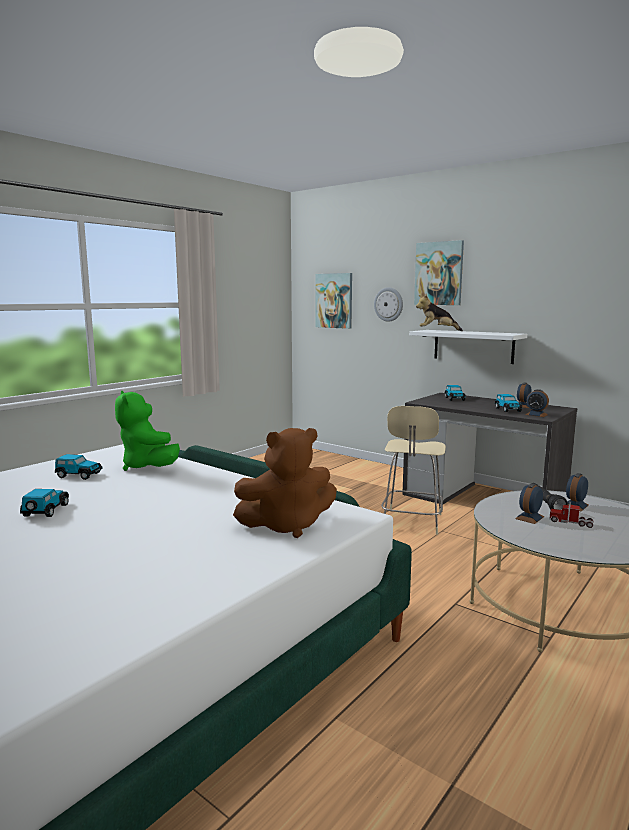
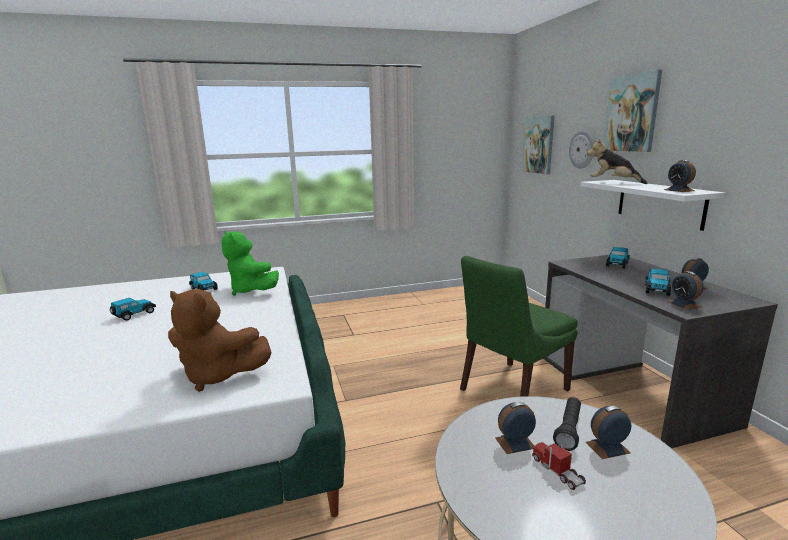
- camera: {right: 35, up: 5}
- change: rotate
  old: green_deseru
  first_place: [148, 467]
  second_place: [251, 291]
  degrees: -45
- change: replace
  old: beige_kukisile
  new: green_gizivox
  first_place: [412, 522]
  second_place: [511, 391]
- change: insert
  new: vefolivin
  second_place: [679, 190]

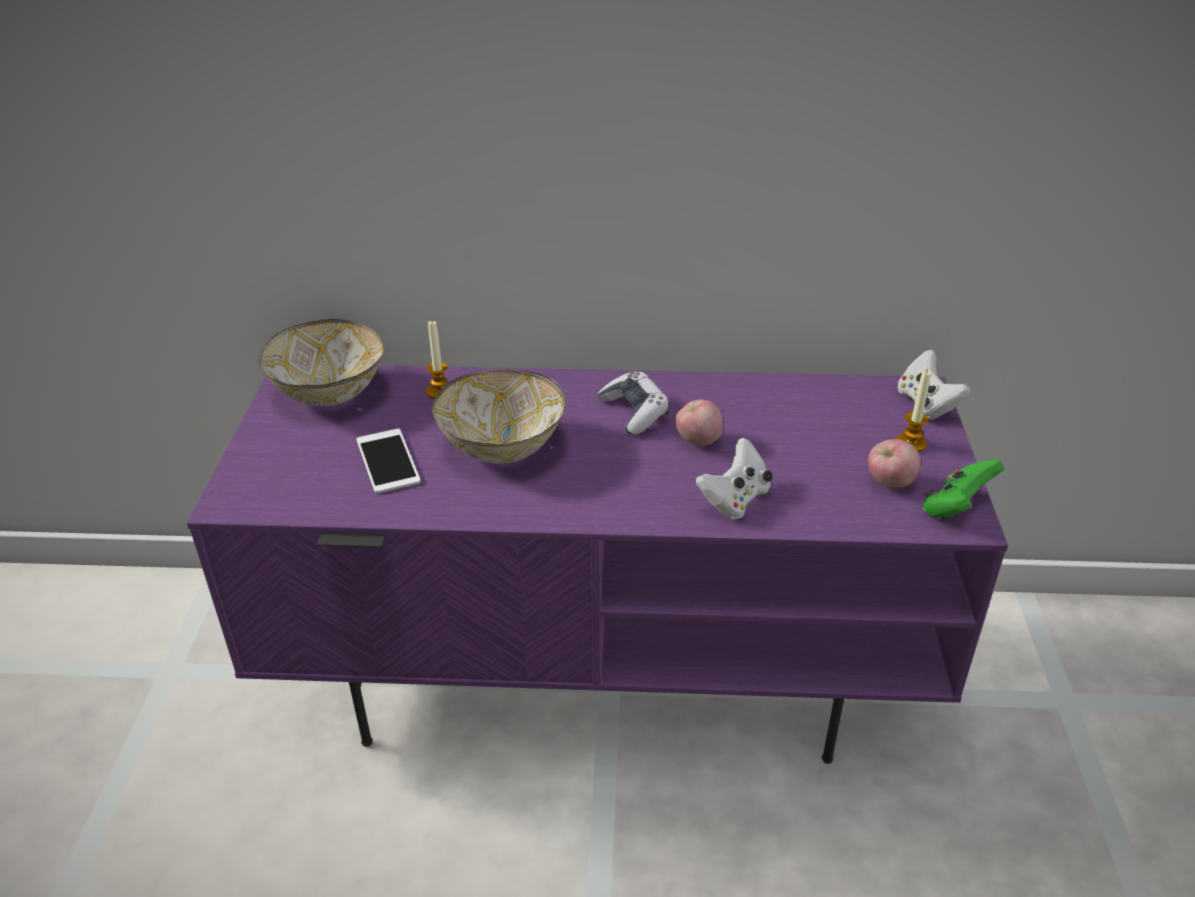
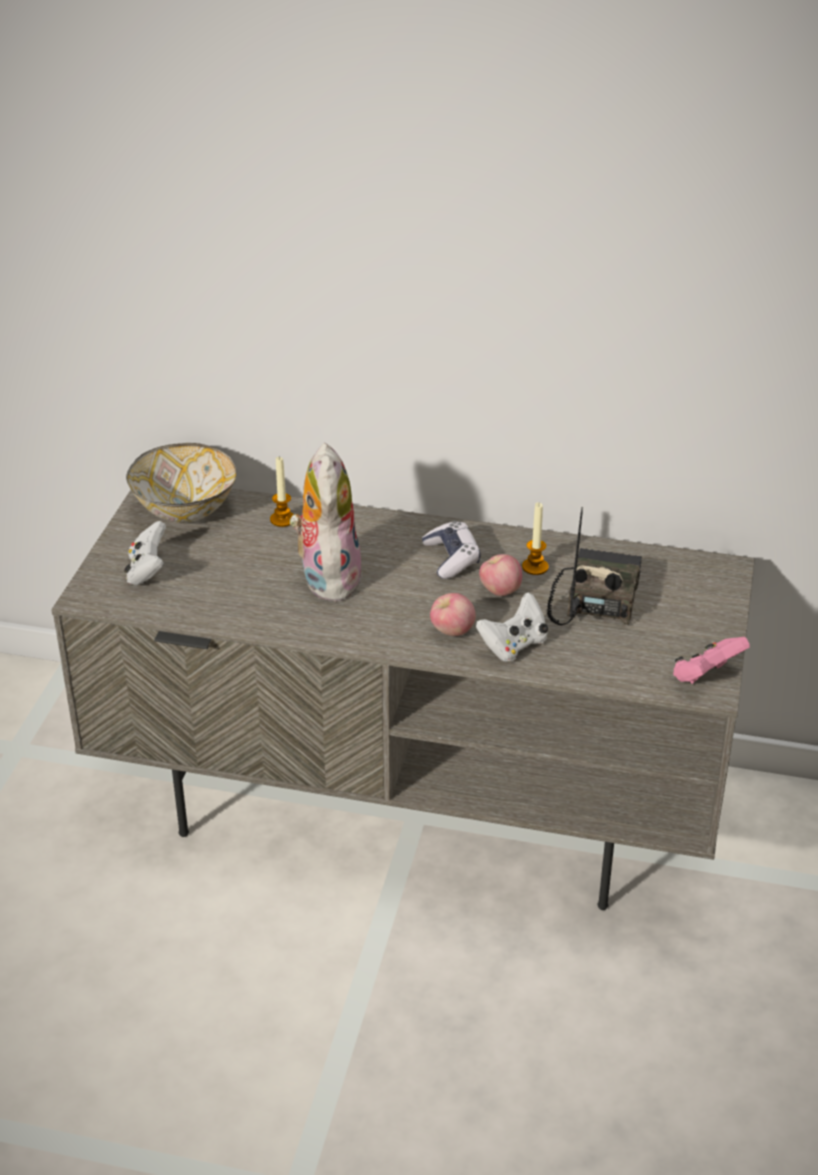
- camera: {right: 10, up: 0}
- change: move
  old: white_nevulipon
  first_place: [926, 404]
  second_place: [147, 571]
- change: recolor
  old: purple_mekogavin
  new: grey_mekogavin
  first_place: [603, 669]
  second_place: [414, 801]
- change: move
  old: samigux
  first_place: [911, 443]
  second_place: [535, 567]
- change: replace
  old: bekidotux
  new: deseru
  first_place: [504, 447]
  second_place: [327, 576]
- change: delete
  old: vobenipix
  first_place: [388, 461]
- change: move
  old: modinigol
  first_place: [890, 483]
  second_place: [452, 631]
- change: recolor
  old: green_nevulipon
  new: pink_nevulipon
  first_place: [955, 508]
  second_place: [706, 676]
- change: insert
  new: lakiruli
  second_place: [594, 598]

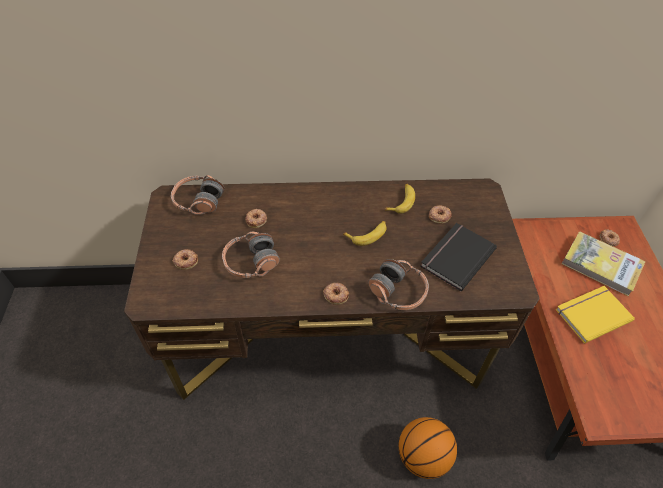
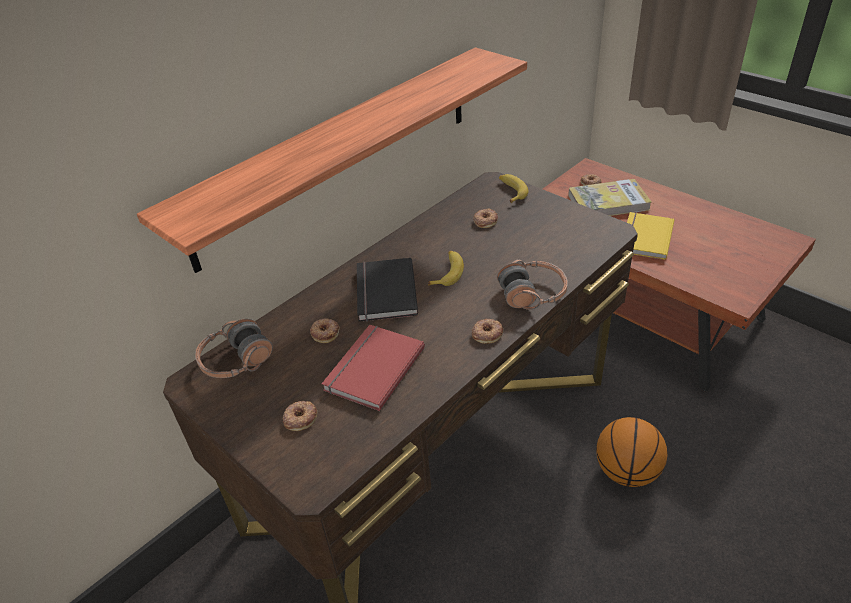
- camera: {right: -40, up: -10}
- change: move
  old: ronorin
  first_place: [401, 201]
  second_place: [511, 191]
- change: move
  old: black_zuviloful
  first_place: [455, 257]
  second_place: [383, 292]
- change: replace
  old: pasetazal
  new: red_zuviloful
  first_place: [251, 262]
  second_place: [372, 368]
- change: insert
  new: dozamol
  second_place: [339, 152]

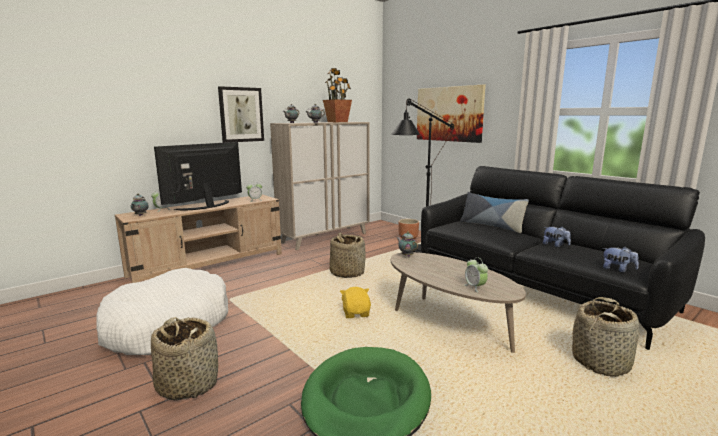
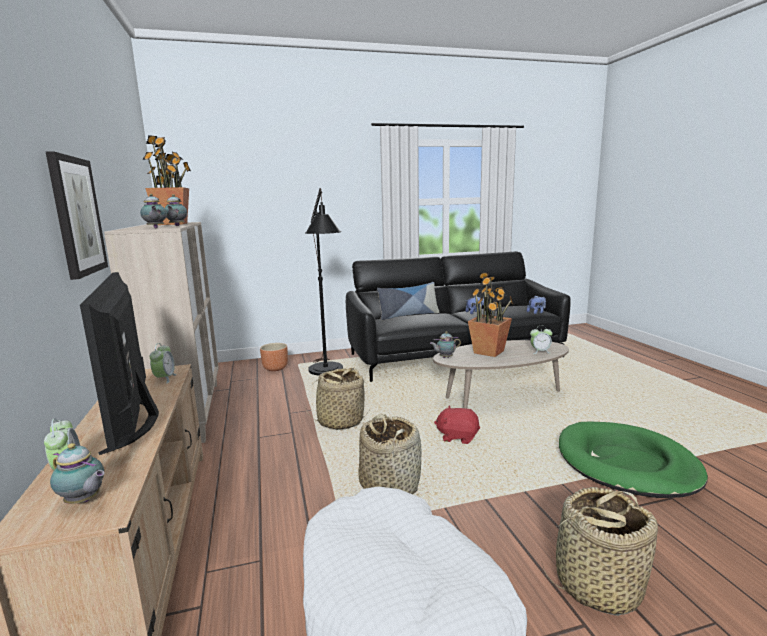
- camera: {right: -65, up: 0}
- change: delete
  old: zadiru
  first_place: [449, 114]
- change: recolor
  old: yellow_deseru
  new: red_deseru
  first_place: [356, 313]
  second_place: [457, 437]
- change: move
  old: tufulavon
  first_place: [601, 362]
  second_place: [390, 484]
- change: insert
  new: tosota
  second_place: [489, 352]

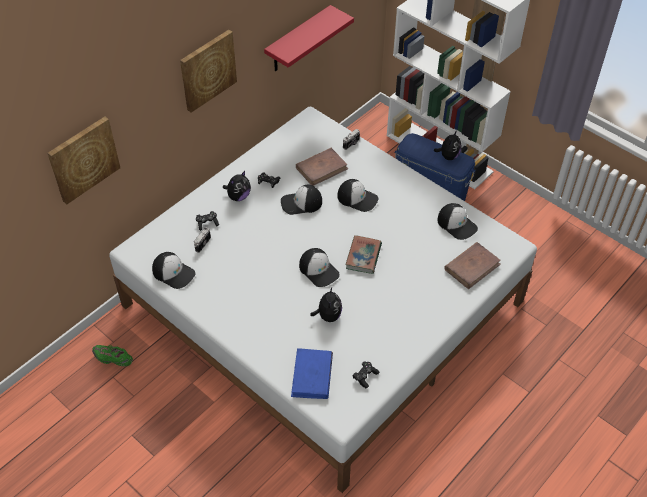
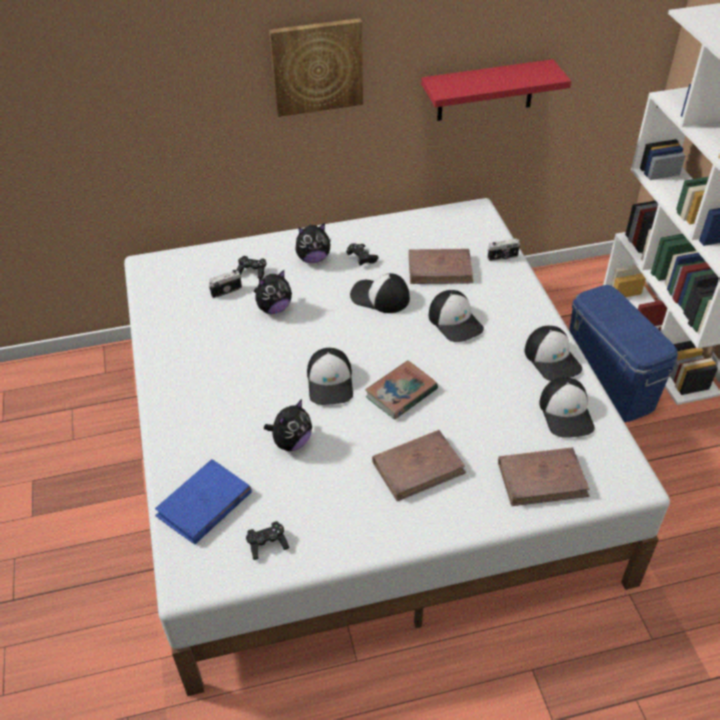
- camera: {right: 35, up: -5}
- change: delete
  old: zadiru
  first_place: [83, 159]
- change: move
  old: deseru
  first_place: [448, 156]
  second_place: [274, 308]
- change: move
  old: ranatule
  first_place: [173, 273]
  second_place: [552, 359]
- change: delete
  old: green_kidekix
  first_place: [113, 358]
- change: insert
  new: brown_zuviloful
  second_place: [418, 467]

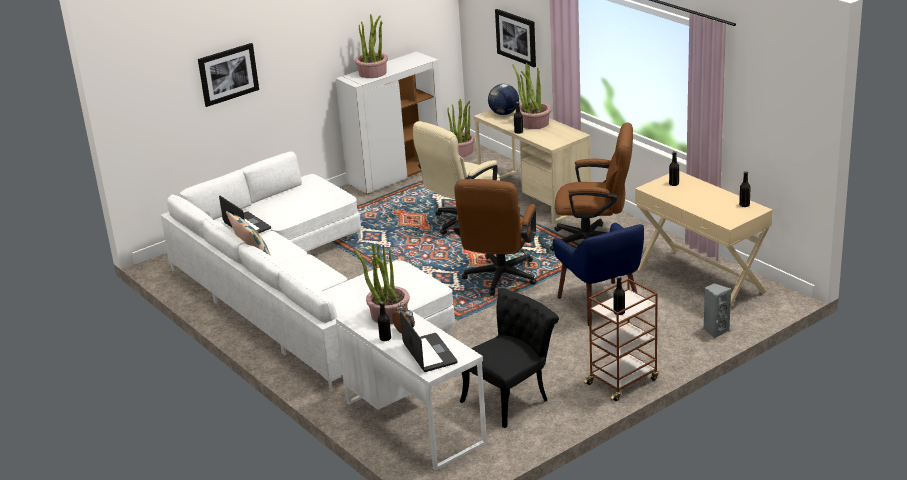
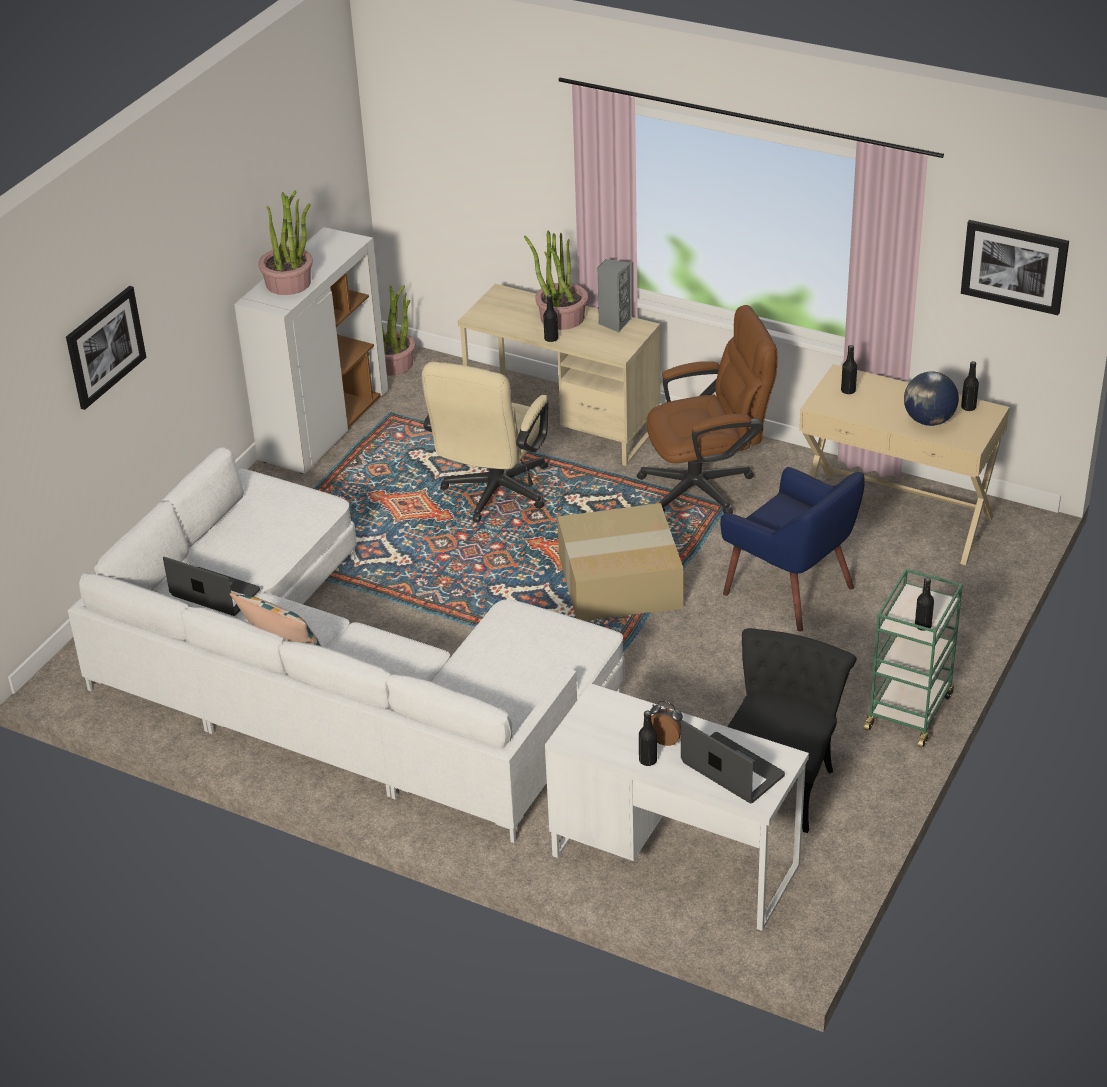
- camera: {right: -25, up: 10}
- change: move
  old: zadiru
  first_place: [516, 37]
  second_place: [1014, 266]
- change: move
  old: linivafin
  first_place: [504, 114]
  second_place: [929, 421]
- change: replace
  old: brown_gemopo
  new: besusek
  first_place: [499, 280]
  second_place: [618, 583]
- change: delete
  old: tosota
  first_place: [388, 314]
- change: recolor
  old: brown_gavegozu
  new: green_gavegozu
  first_place: [622, 381]
  second_place: [909, 711]
- change: move
  old: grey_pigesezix
  first_place: [715, 331]
  second_place: [614, 323]

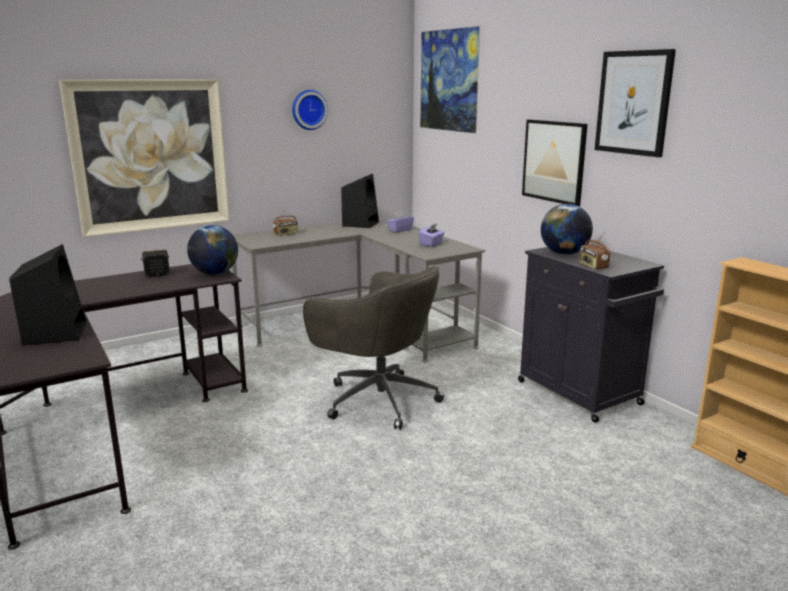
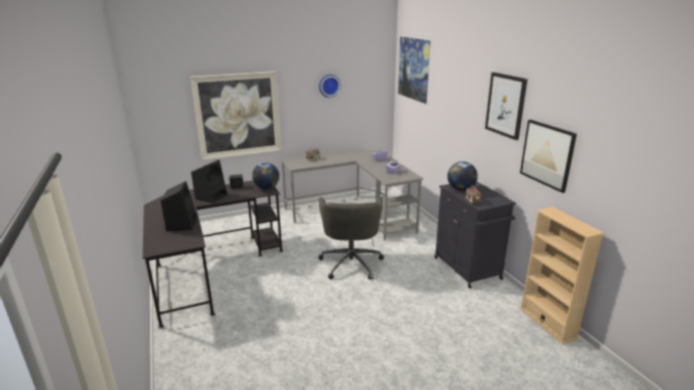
- camera: {right: 10, up: 5}
- change: move
  old: zadiru
  first_place: [554, 161]
  second_place: [547, 154]
- change: move
  old: black_pigesezix
  first_place: [360, 224]
  second_place: [211, 196]
- change: rotate
  old: grey_gemopo
  first_place: [377, 399]
  second_place: [351, 262]
  degrees: 45

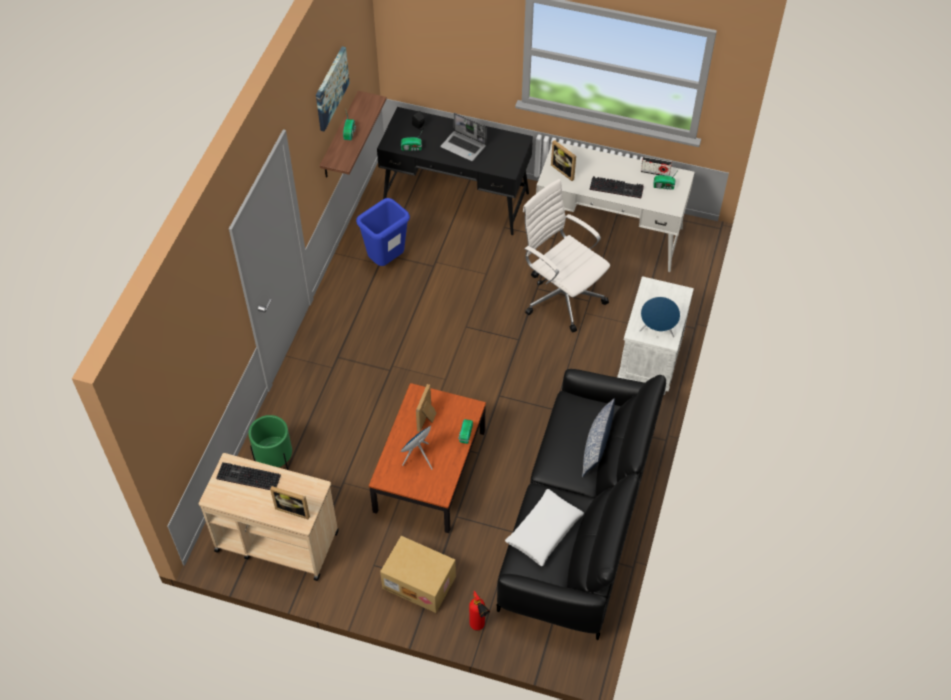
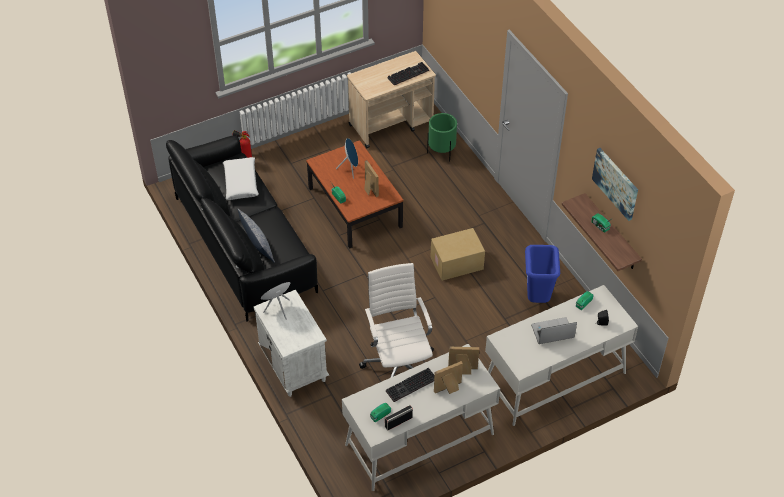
- camera: {right: 135, up: -5}
- change: recolor
  old: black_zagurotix
  new: white_zagurotix
  first_place: [456, 199]
  second_place: [554, 378]
- change: rotate
  old: white_gemopo
  first_place: [562, 296]
  second_place: [399, 365]
  degrees: -105
- change: move
  old: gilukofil
  first_place: [294, 509]
  second_place: [449, 389]
- change: move
  old: besusek
  first_place: [420, 582]
  second_place: [456, 264]

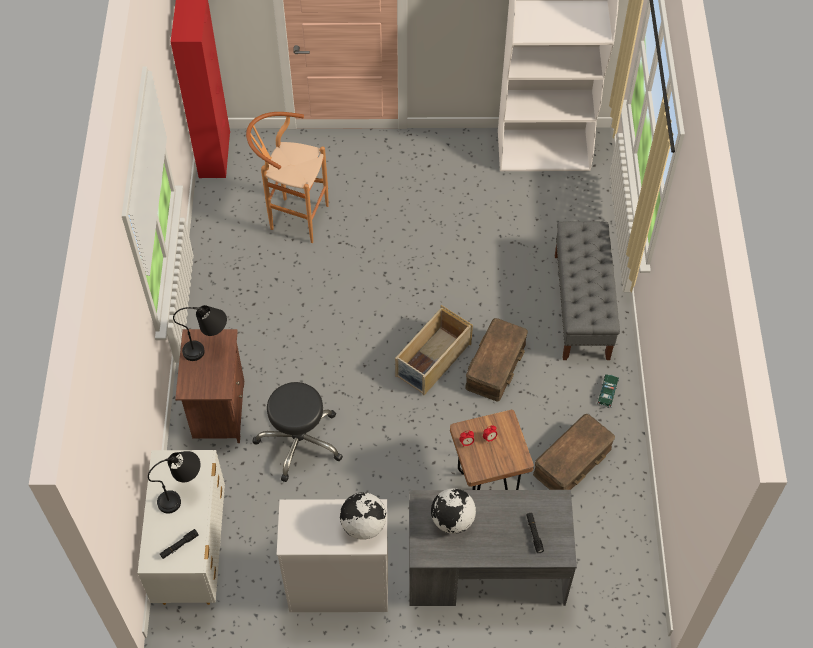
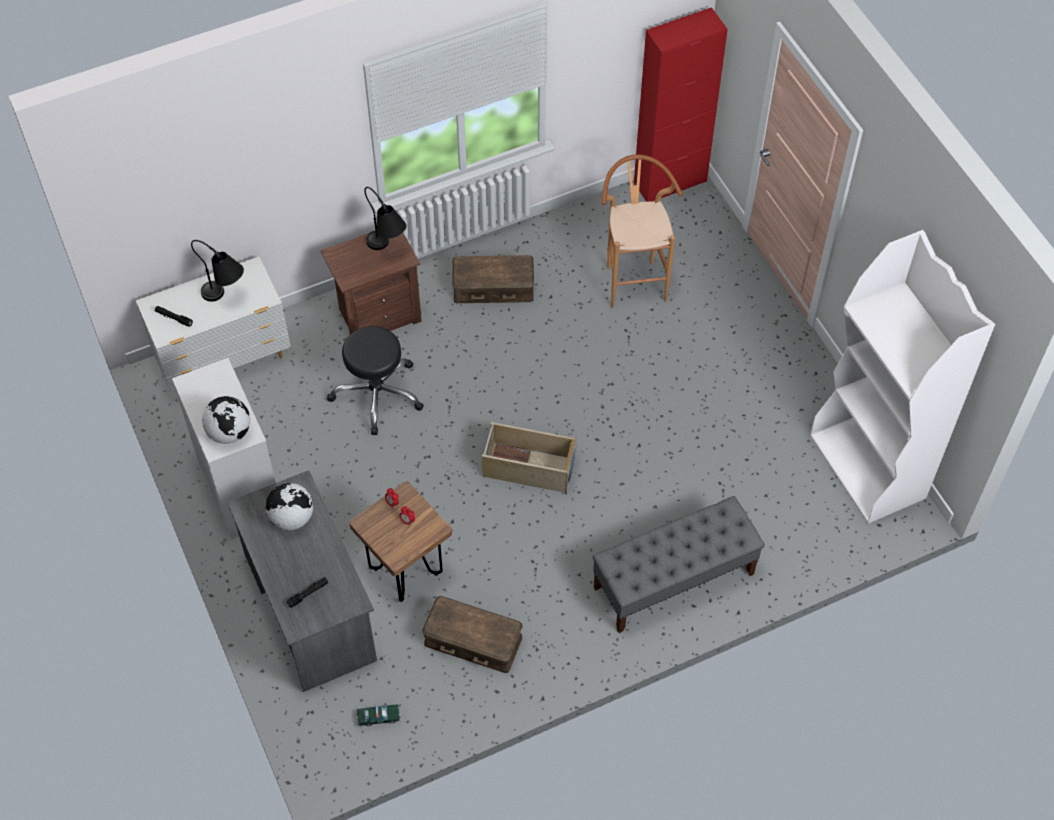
- camera: {right: 65, up: 0}
- change: move
  old: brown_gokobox
  first_place: [496, 366]
  second_place: [493, 287]
- change: move
  old: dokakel
  first_place: [607, 392]
  second_place: [379, 717]

